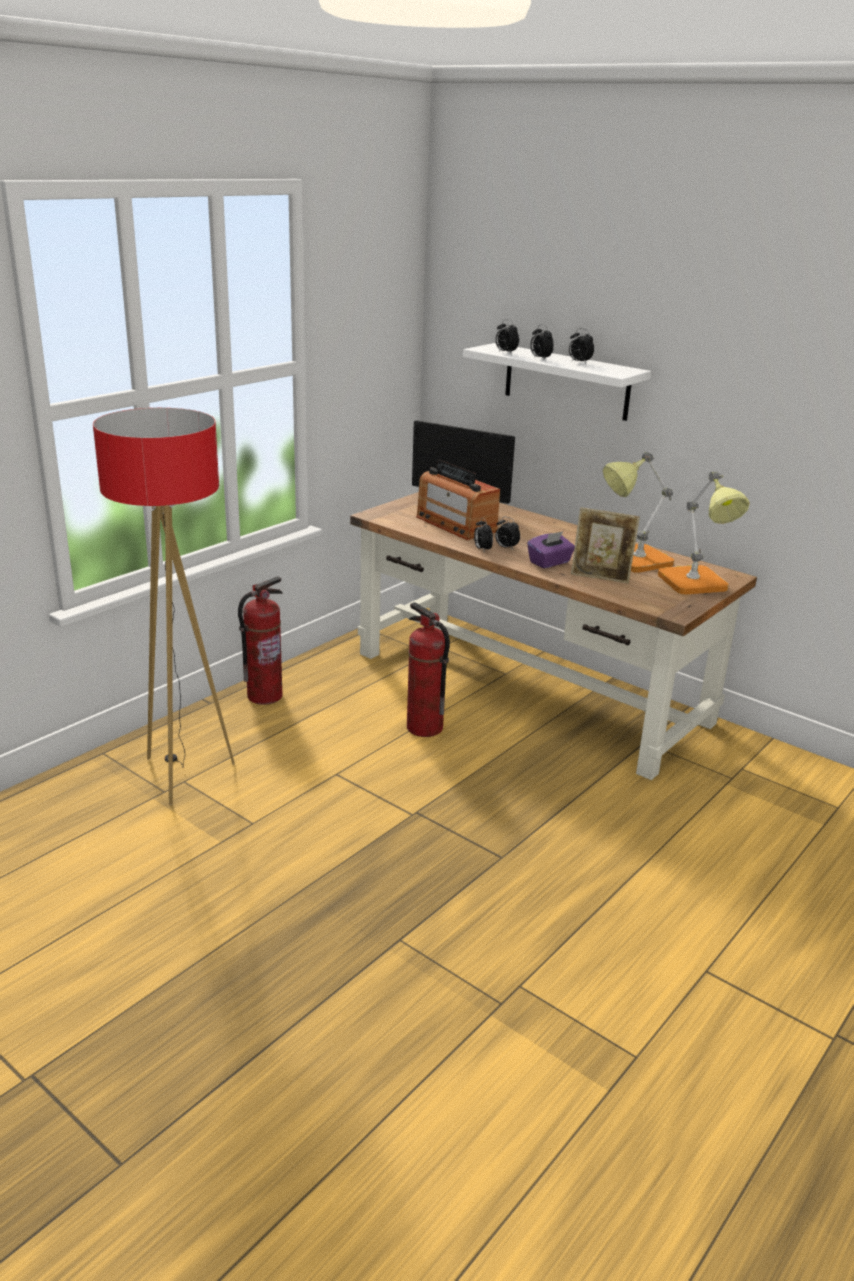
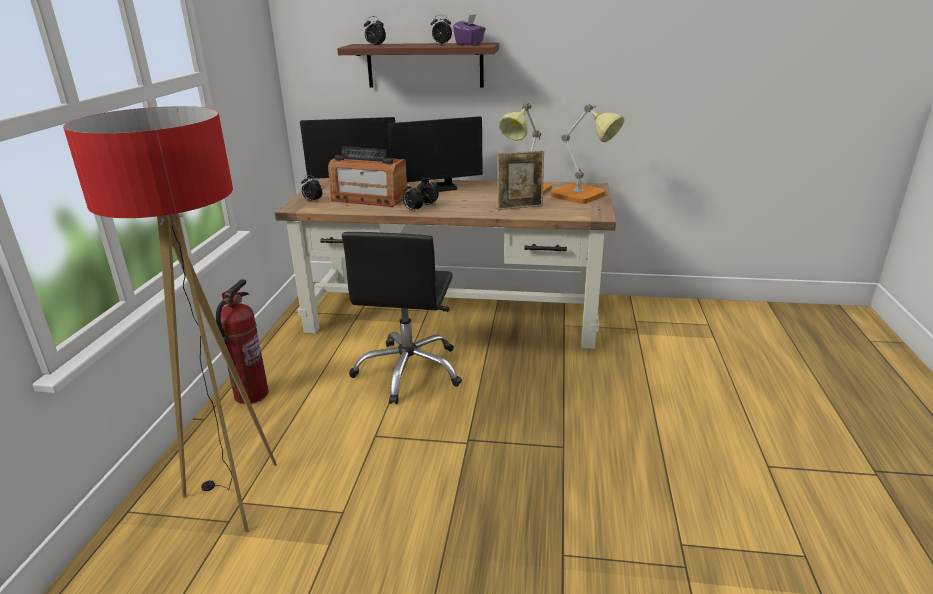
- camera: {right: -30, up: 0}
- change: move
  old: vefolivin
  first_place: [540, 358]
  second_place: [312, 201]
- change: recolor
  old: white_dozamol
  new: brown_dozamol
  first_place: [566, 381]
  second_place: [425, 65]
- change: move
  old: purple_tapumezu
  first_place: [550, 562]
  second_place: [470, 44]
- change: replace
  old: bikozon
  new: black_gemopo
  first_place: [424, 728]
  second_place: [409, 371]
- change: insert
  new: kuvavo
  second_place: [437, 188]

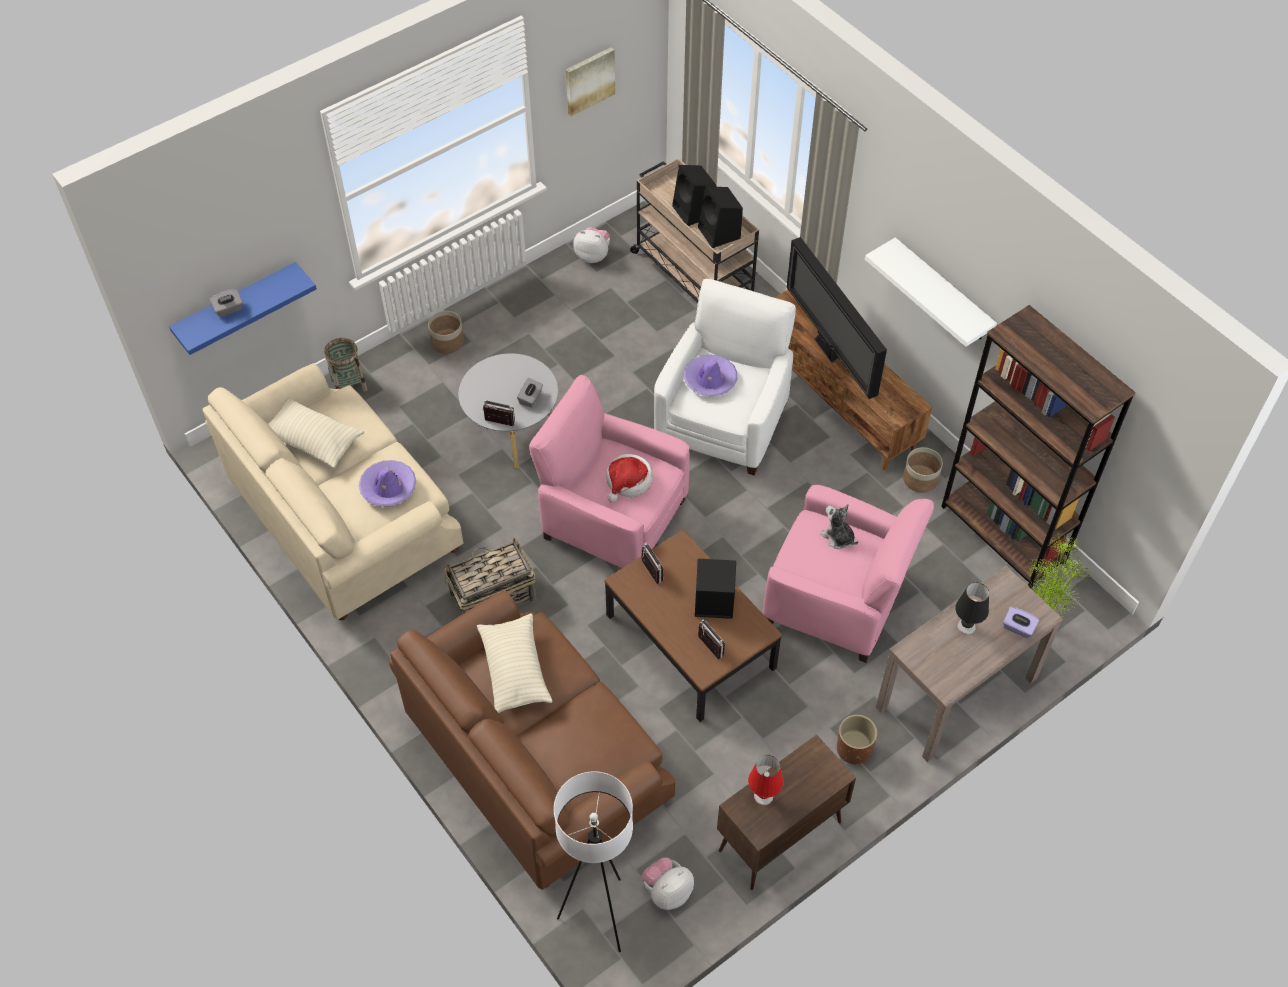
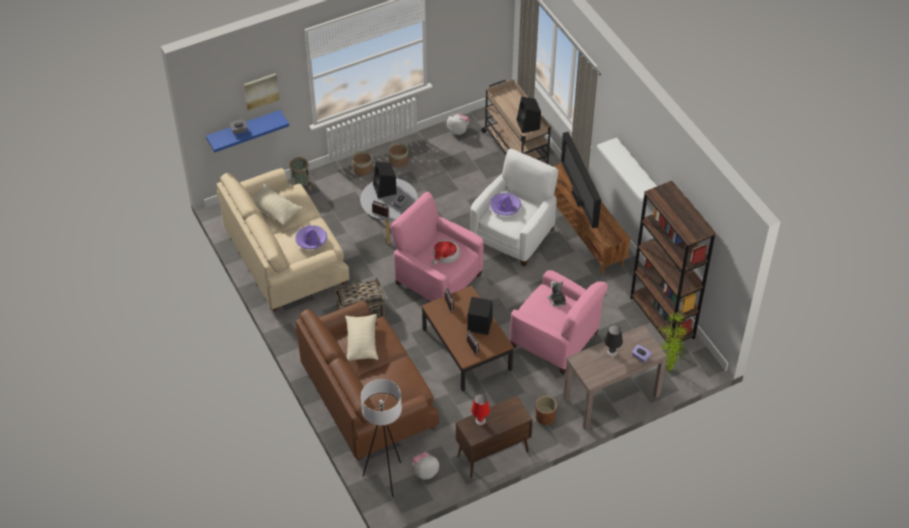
- camera: {right: 10, up: -5}
- change: move
  old: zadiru
  first_place: [589, 80]
  second_place: [261, 91]
- change: move
  old: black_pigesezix
  first_place: [694, 211]
  second_place: [385, 189]
- change: move
  old: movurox
  first_place: [920, 479]
  second_place: [398, 160]

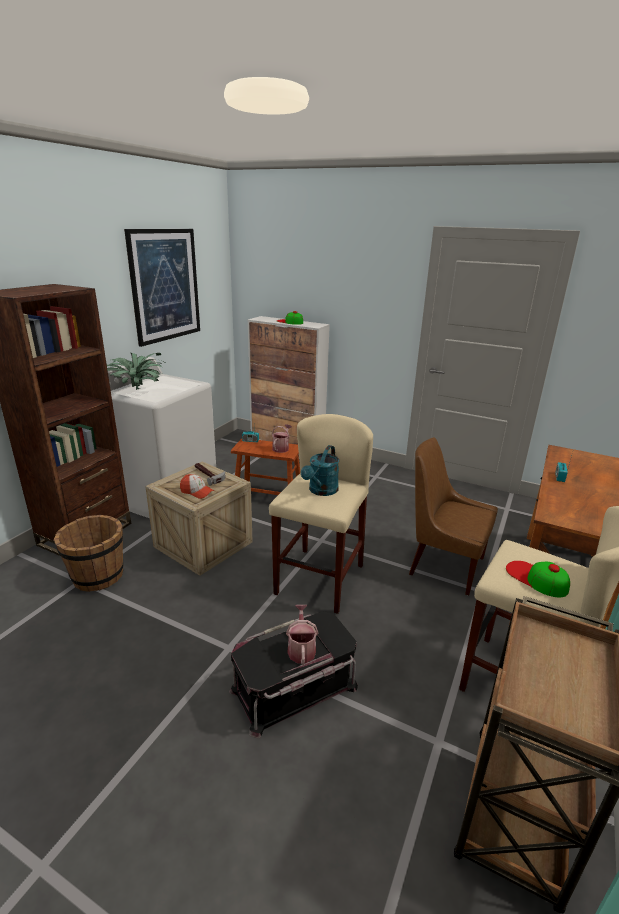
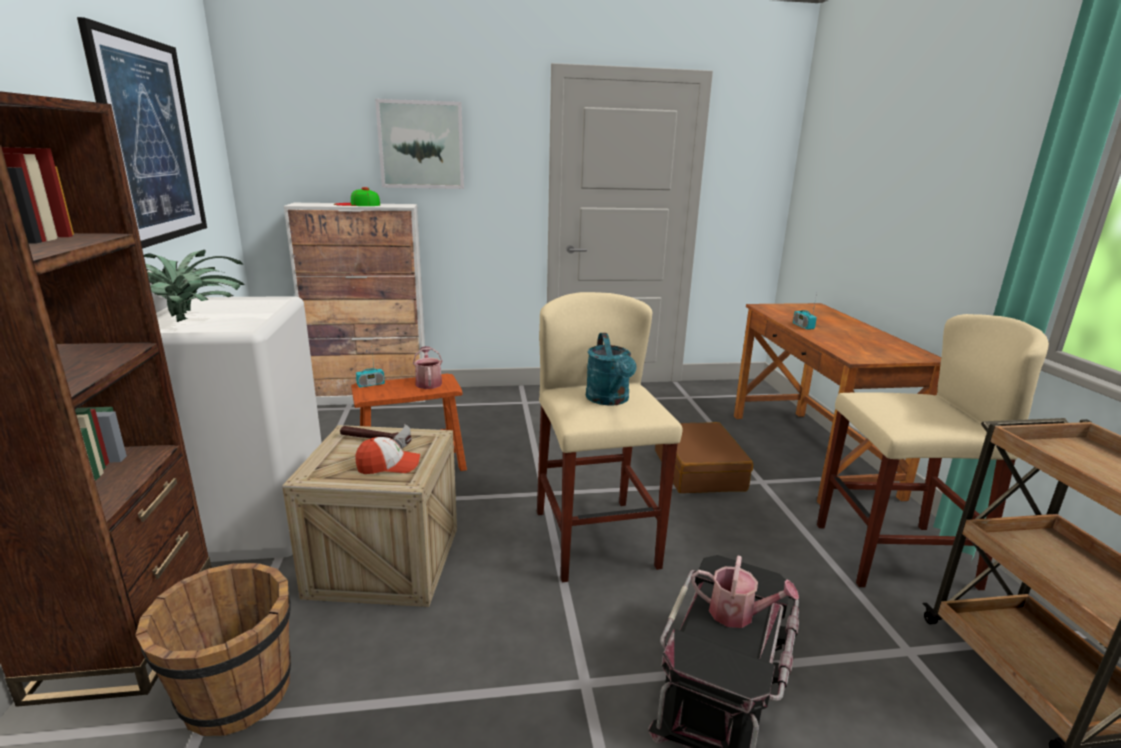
- camera: {right: -35, up: -5}
- change: replace
  old: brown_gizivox
  new: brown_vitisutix
  first_place: [443, 565]
  second_place: [699, 470]
- change: delete
  old: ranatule
  first_place: [536, 578]
- change: rotate
  old: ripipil
  first_place: [301, 648]
  second_place: [738, 614]
  degrees: 150
- change: insert
  new: zadiru
  second_place: [421, 145]

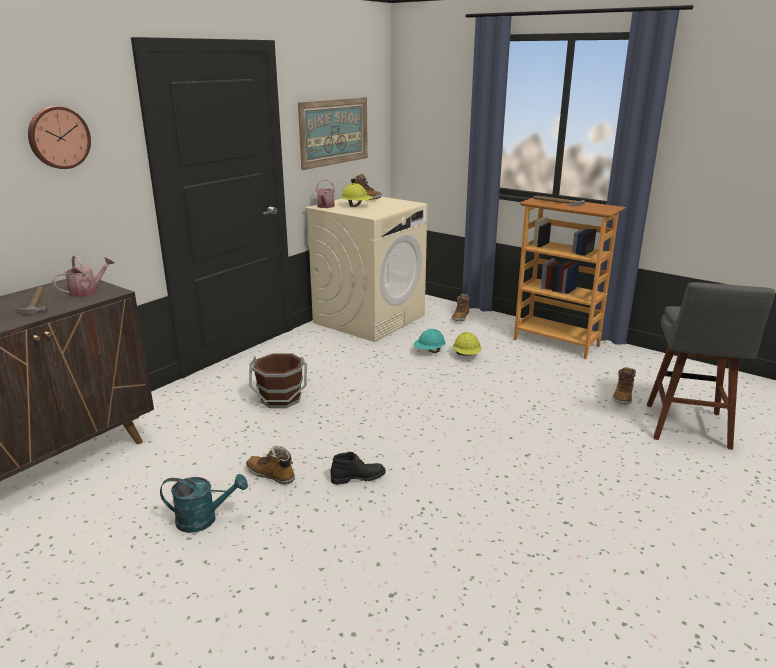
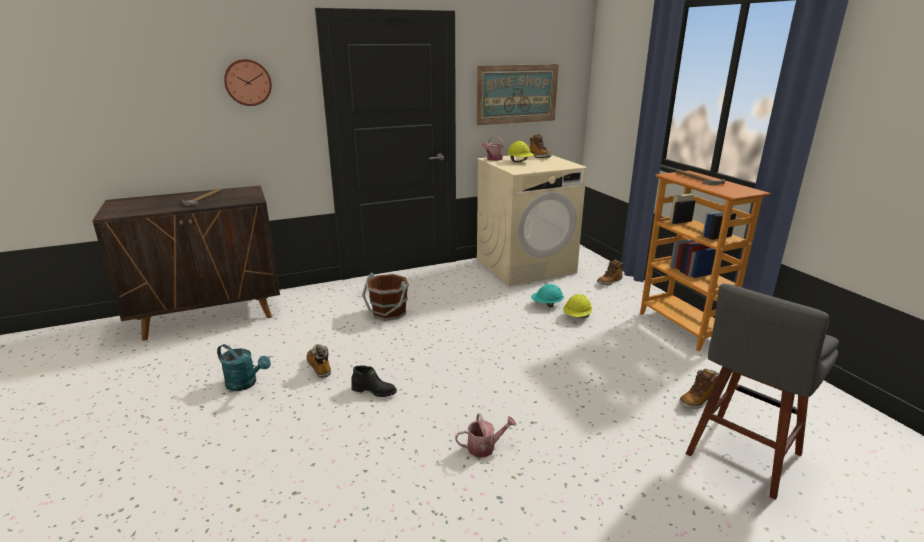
- camera: {right: 30, up: 0}
- change: move
  old: ripipil
  first_place: [87, 291]
  second_place: [485, 447]

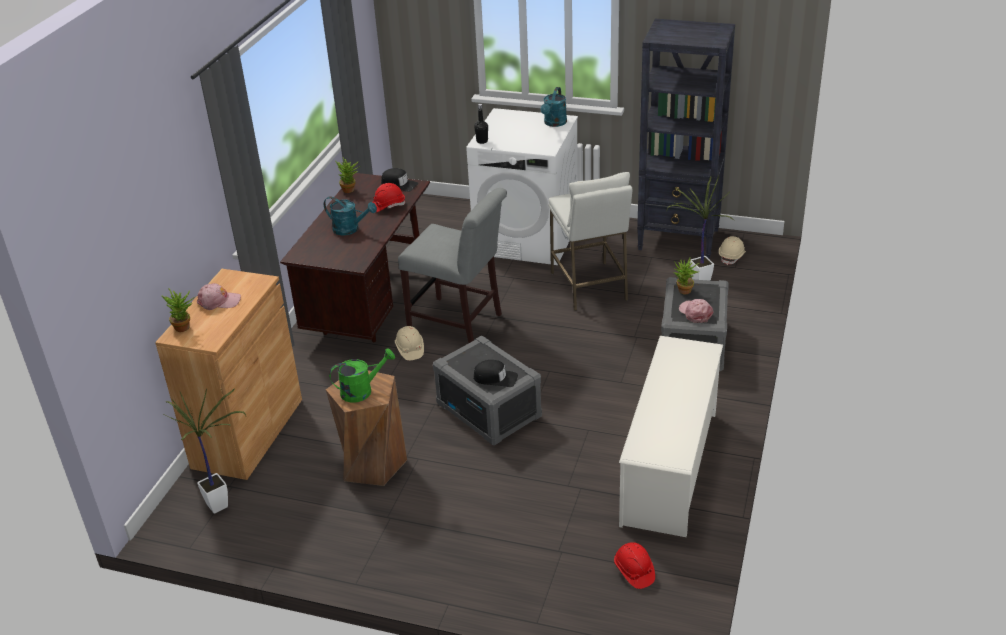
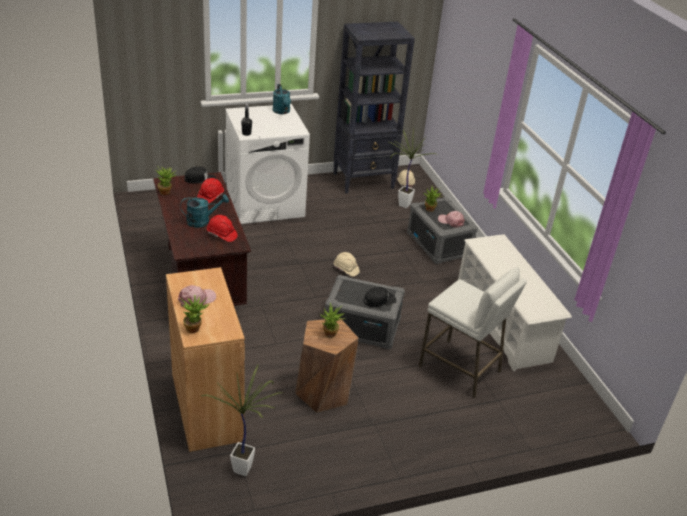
- camera: {right: -40, up: 0}
- change: move
  old: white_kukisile
  first_place: [589, 286]
  second_place: [460, 369]
- change: delete
  old: grey_gizivox
  first_place: [459, 324]
- change: move
  old: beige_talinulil
  first_place: [410, 349]
  second_place: [346, 269]
- change: replace
  old: green_ripipil
  new: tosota
  first_place: [362, 391]
  second_place: [330, 335]
- change: move
  old: red_talinulil
  first_place: [634, 571]
  second_place: [221, 235]

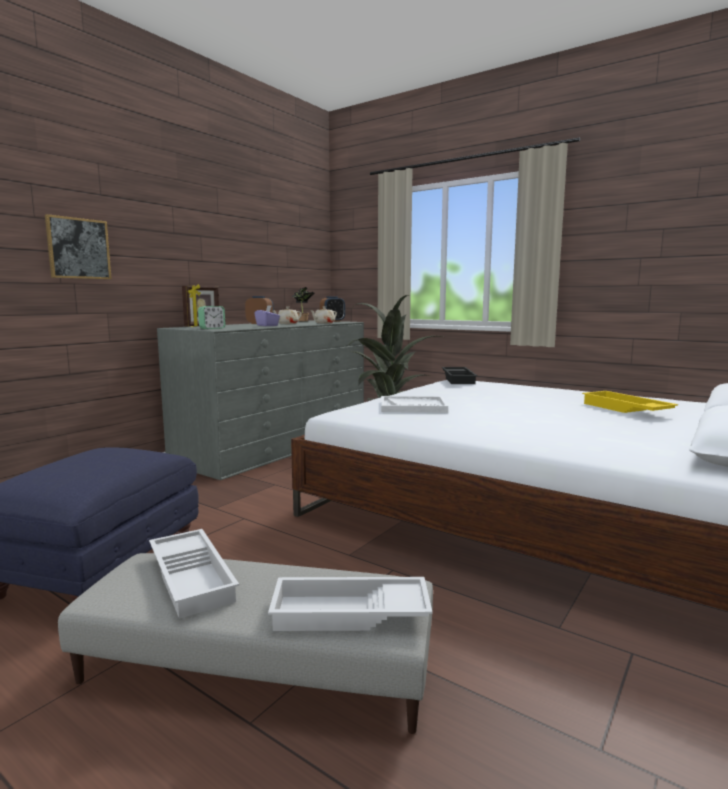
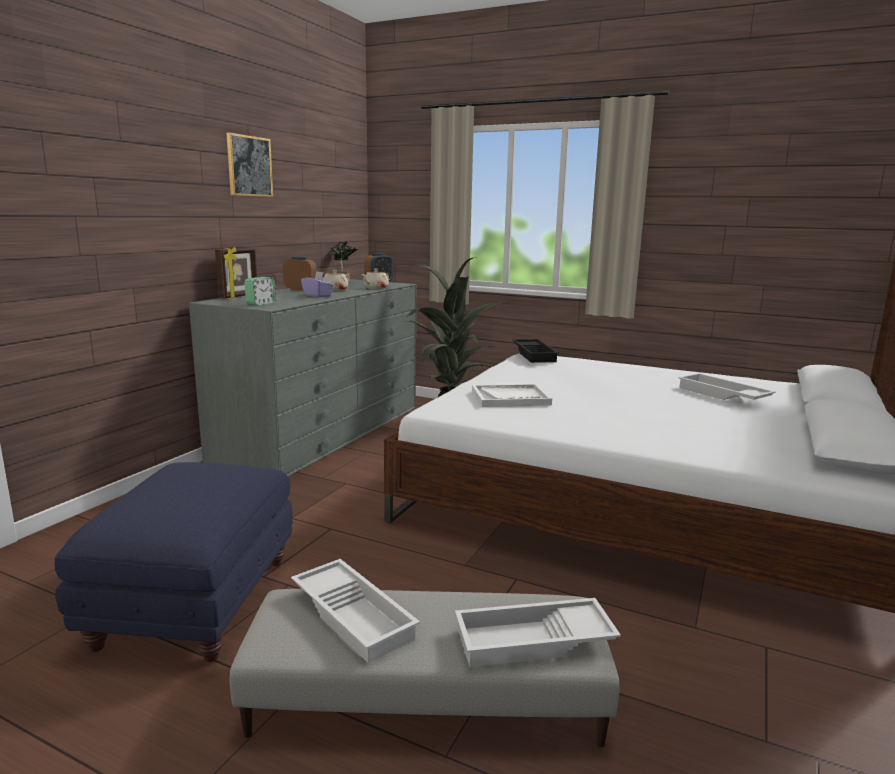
- camera: {right: -10, up: 5}
- change: move
  old: zadiru
  first_place: [78, 248]
  second_place: [249, 166]
- change: recolor
  old: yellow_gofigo
  new: white_gofigo
  first_place: [624, 409]
  second_place: [721, 395]

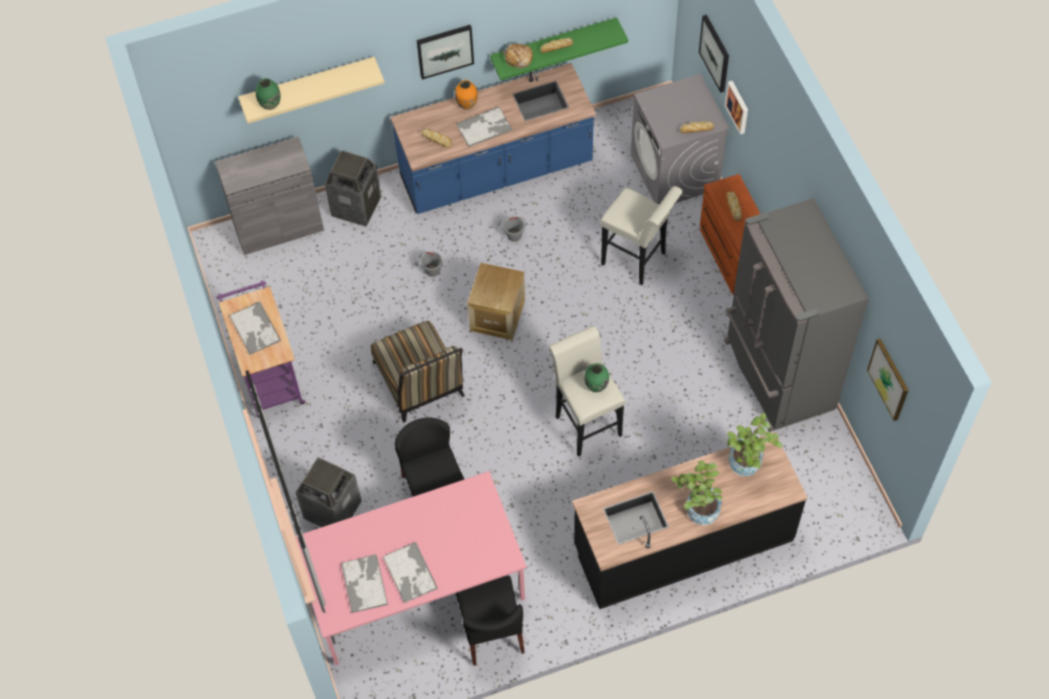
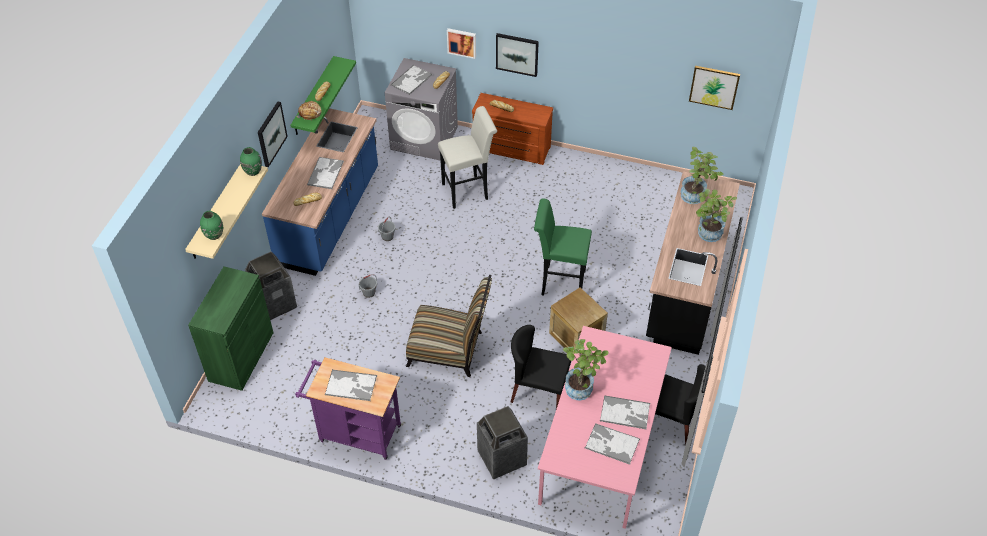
- camera: {right: -55, up: -10}
- change: move
  old: zadiru
  first_place: [715, 53]
  second_place: [517, 54]
- change: delete
  old: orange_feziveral
  first_place: [467, 104]
- change: recolor
  old: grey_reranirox
  new: green_reranirox
  first_place: [278, 226]
  second_place: [241, 356]
- change: delete
  old: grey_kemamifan
  first_place: [776, 376]
- change: move
  old: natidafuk
  first_place: [497, 315]
  second_place: [576, 336]
- change: recolor
  old: white_kukisile
  new: green_kukisile
  first_place: [586, 422]
  second_place: [559, 282]
- change: move
  old: green_feziveral
  first_place: [596, 385]
  second_place: [253, 171]
- change: insert
  new: gofigo
  second_place: [411, 80]
- change: insert
  new: tosota
  second_place: [582, 387]

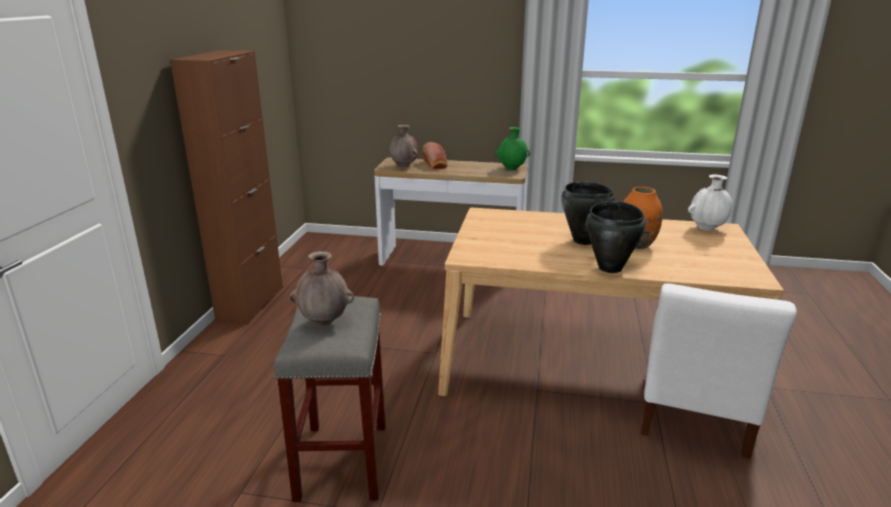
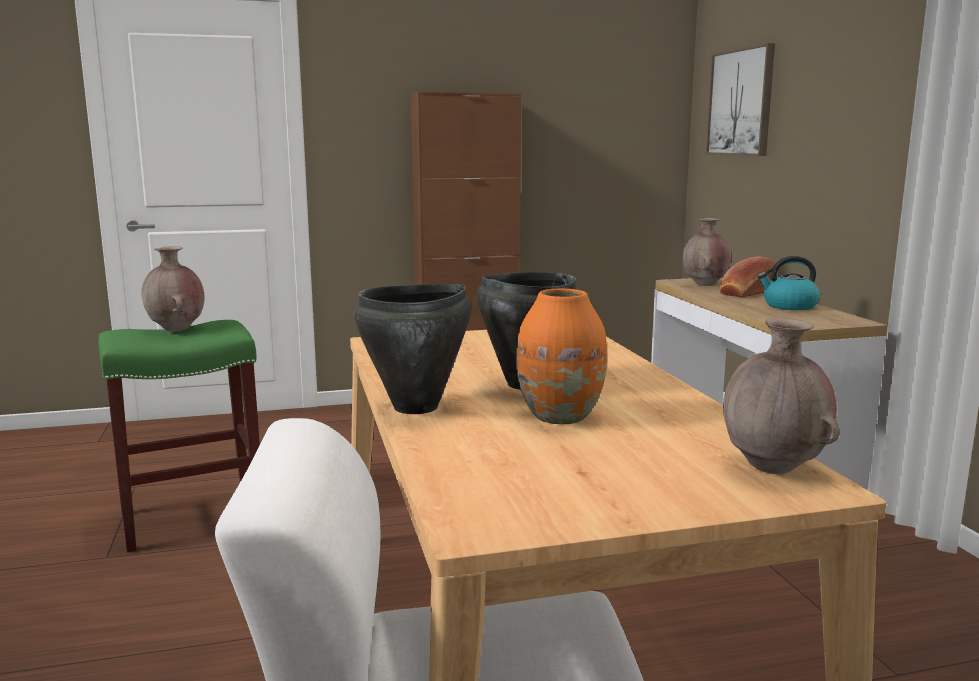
- camera: {right: 65, up: -10}
- change: delete
  old: green_feziveral
  first_place: [512, 168]
- change: recolor
  old: white_feziveral
  new: brown_feziveral
  first_place: [707, 228]
  second_place: [773, 468]
- change: recolor
  old: grey_kukisile
  new: green_kukisile
  first_place: [341, 460]
  second_place: [194, 517]
- change: insert
  new: zadiru
  second_place: [741, 102]
- change: insert
  new: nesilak
  second_place: [789, 306]

